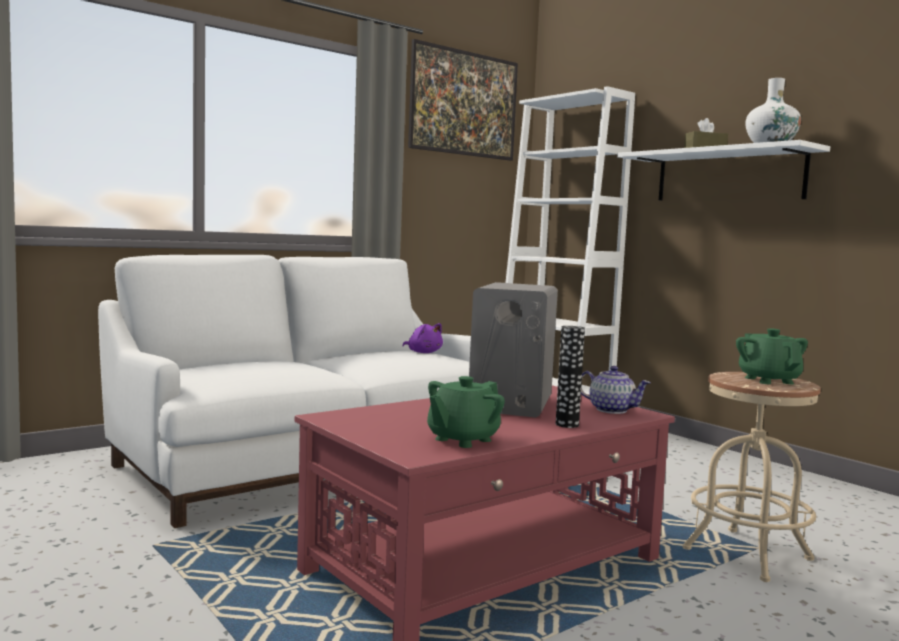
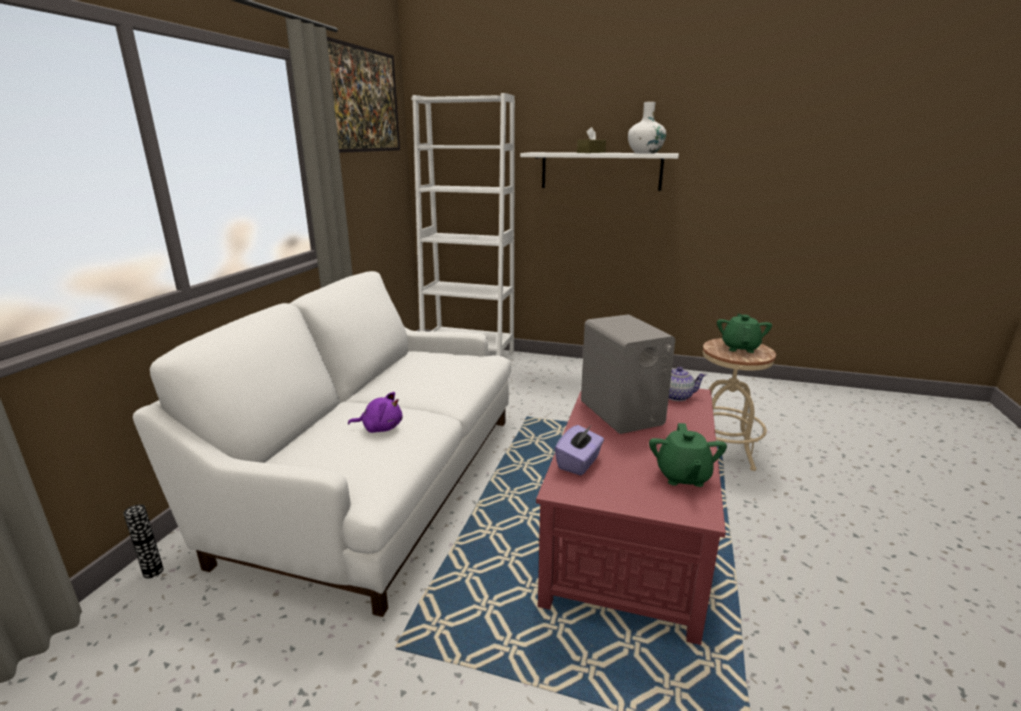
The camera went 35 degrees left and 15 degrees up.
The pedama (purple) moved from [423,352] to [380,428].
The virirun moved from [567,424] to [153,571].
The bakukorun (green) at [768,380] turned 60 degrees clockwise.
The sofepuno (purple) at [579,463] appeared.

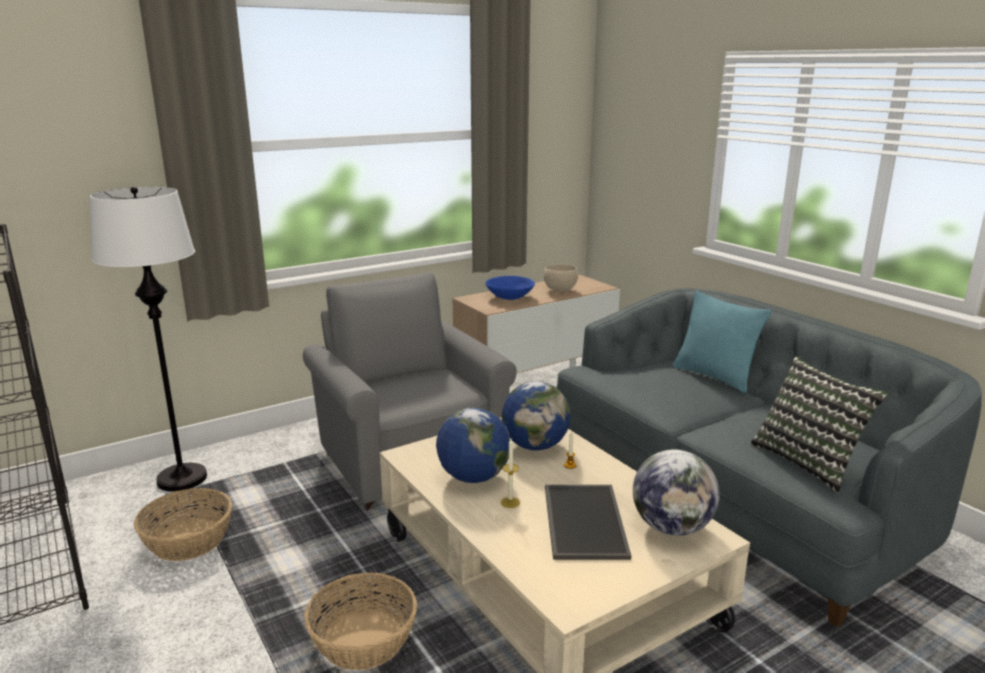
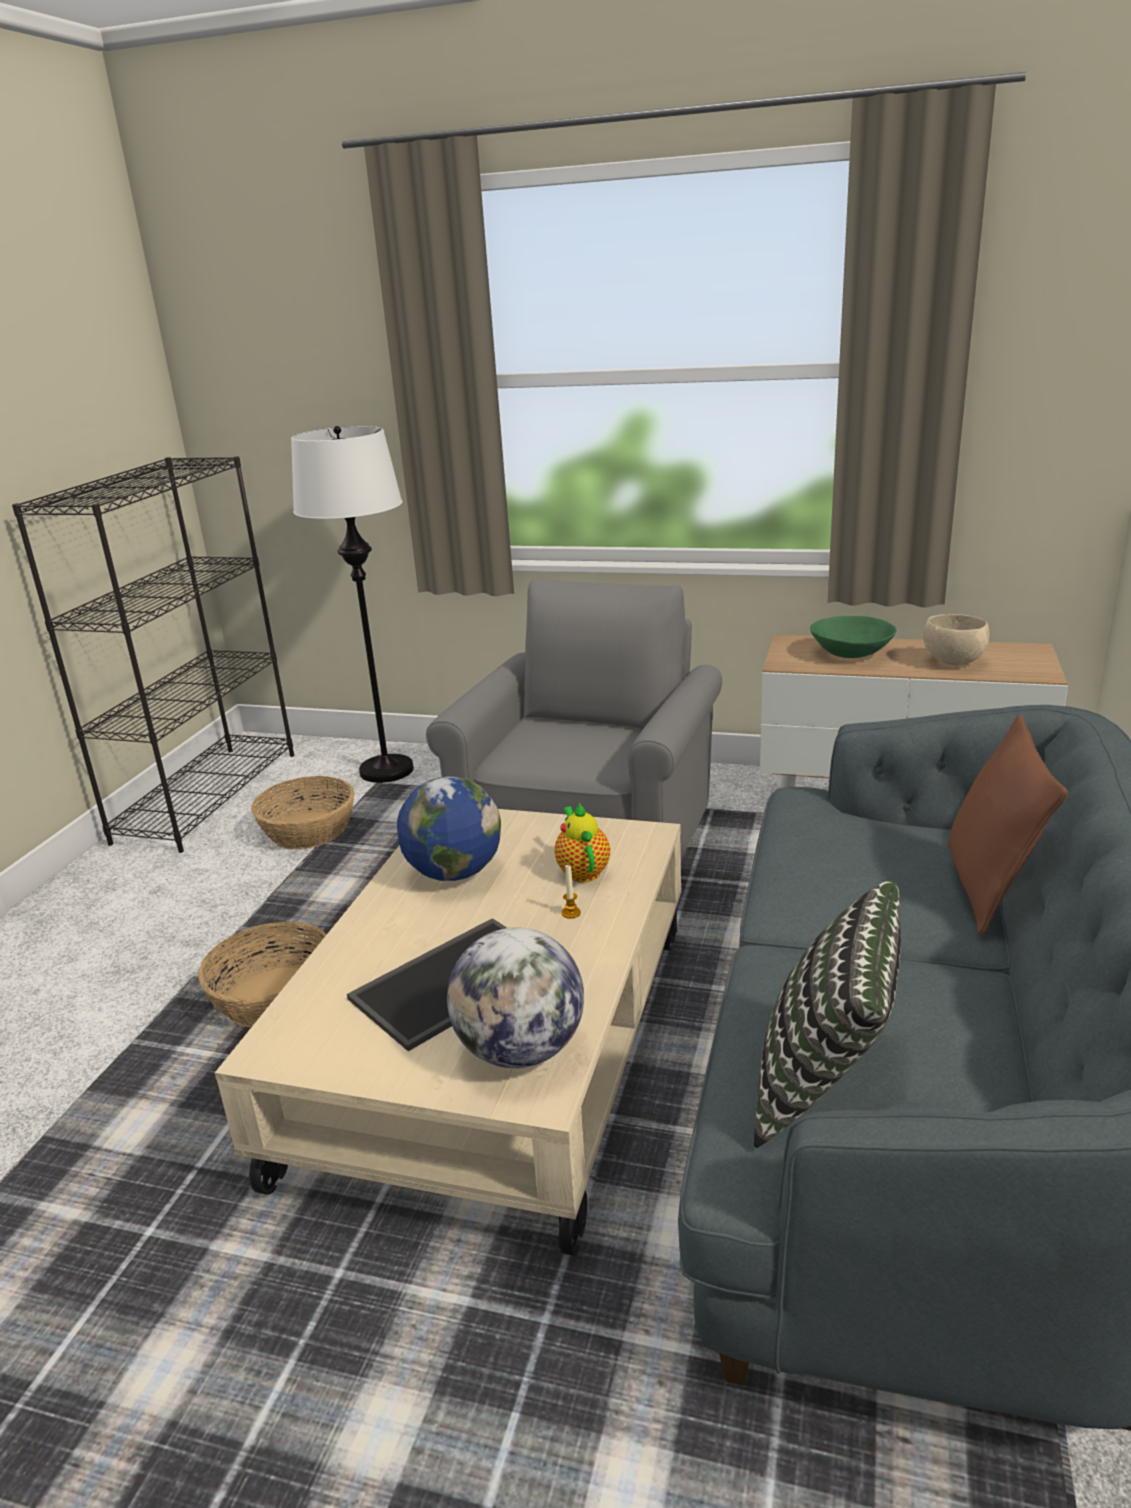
The camera went 50 degrees right and 5 degrees up.
The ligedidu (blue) at [510,297] became the ligedidu (green) at [851,653].
The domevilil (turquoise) at [714,376] became the domevilil (brown) at [988,888].
The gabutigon at [535,446] was replaced by the bakukorun at [582,871].
The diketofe at [510,502] disappeared.

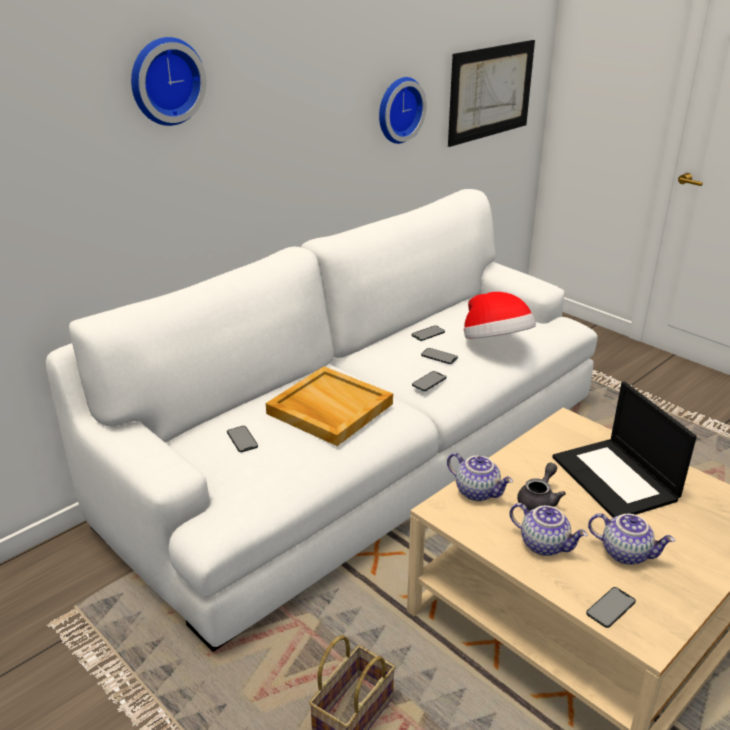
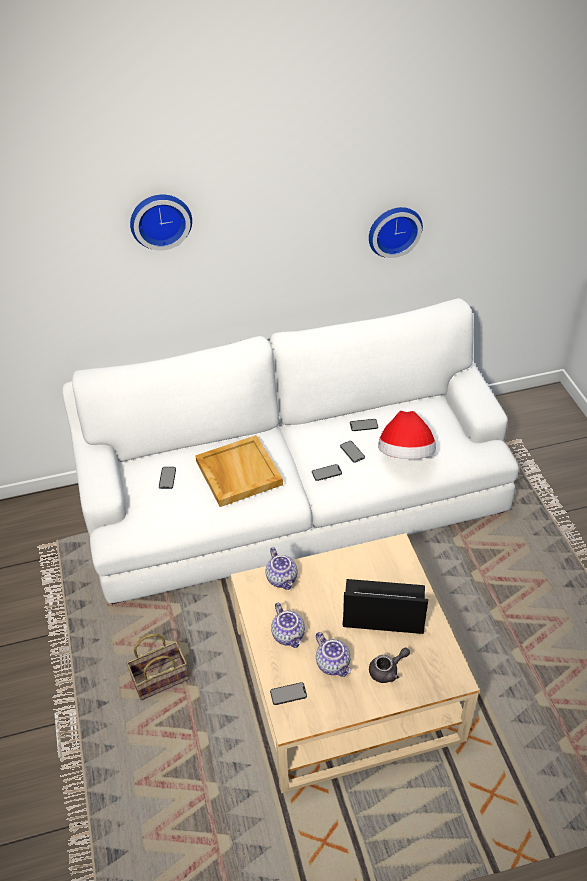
The camera went 30 degrees right and 15 degrees up.
The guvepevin at [491,92] disappeared.
The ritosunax at [616,479] turned 90 degrees clockwise.
The bakukorun (grey) moved from [539,500] to [387,670].

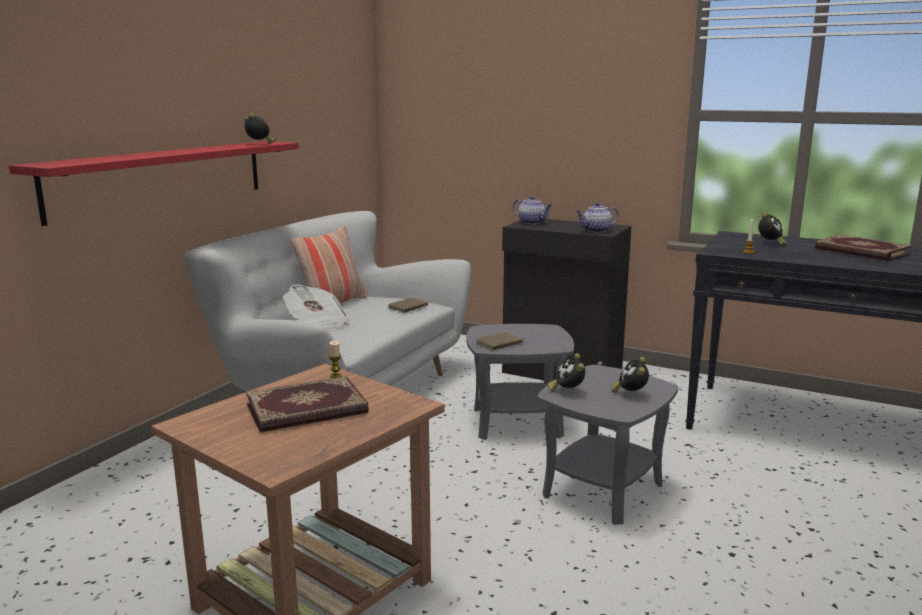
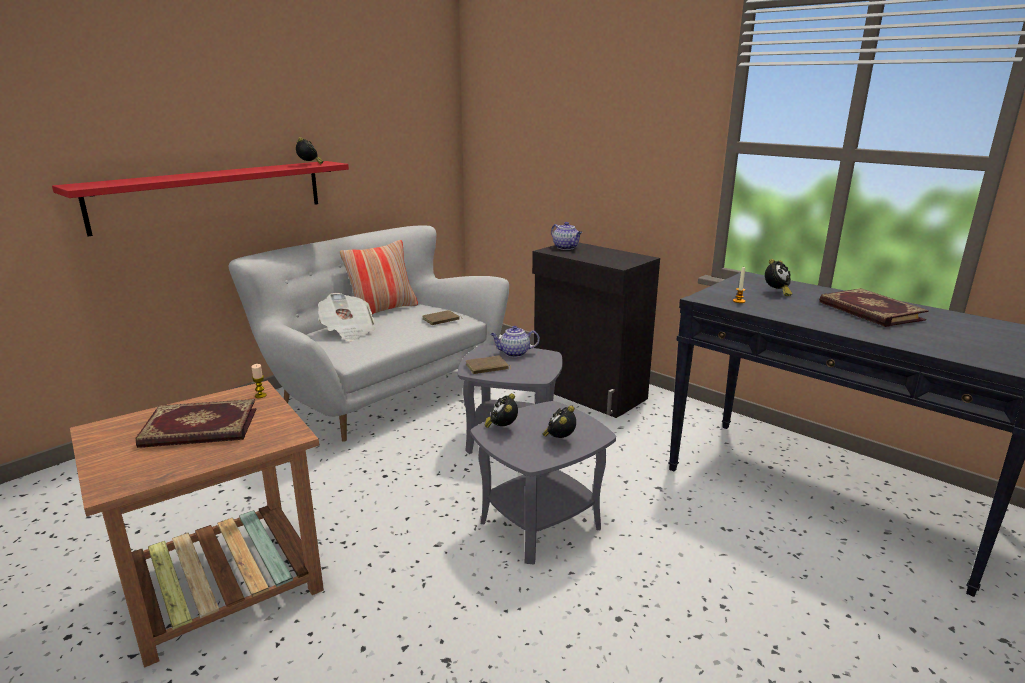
The camera went 15 degrees right and 5 degrees up.
The bakukorun moved from [596,230] to [514,353].

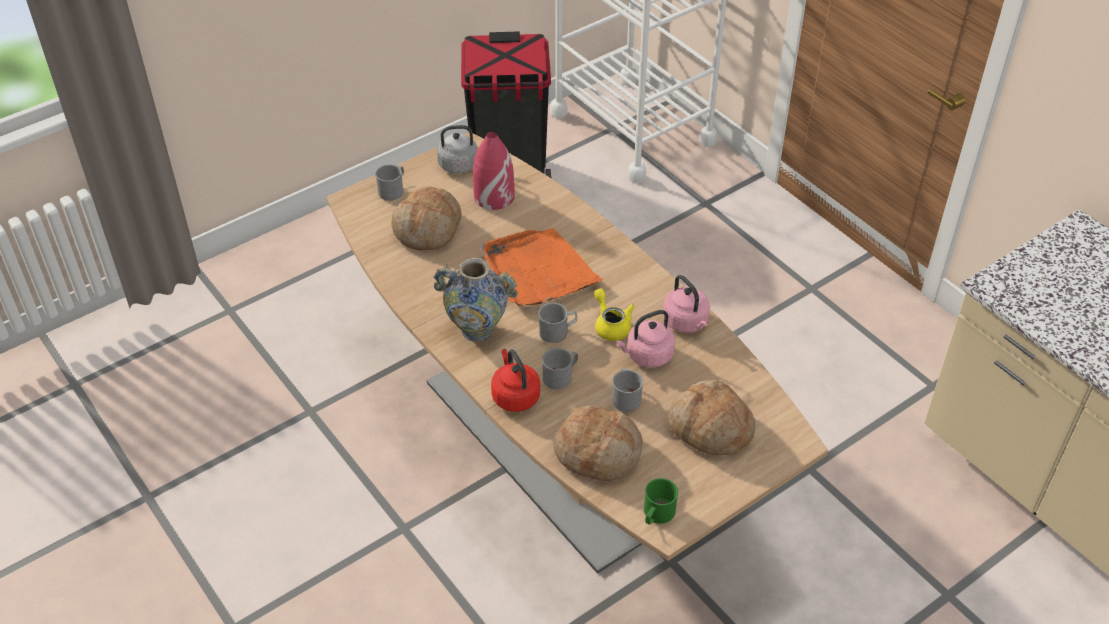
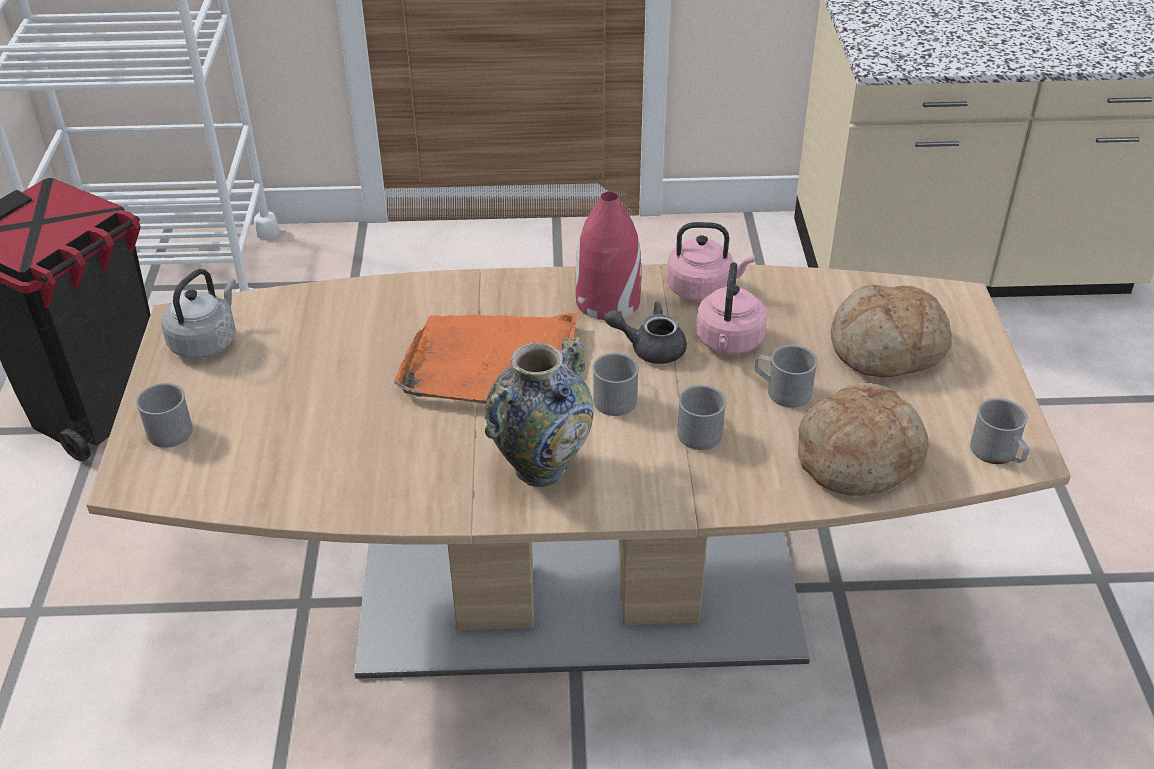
The camera went 55 degrees left and 5 degrees down.
The virirun (red) moved from [493,196] to [607,301].
The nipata at [428,229] disappeared.
The bakukorun (yellow) at [611,325] became the bakukorun (grey) at [650,348].
The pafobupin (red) at [514,395] disappeared.
The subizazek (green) at [657,515] became the subizazek (grey) at [998,454].

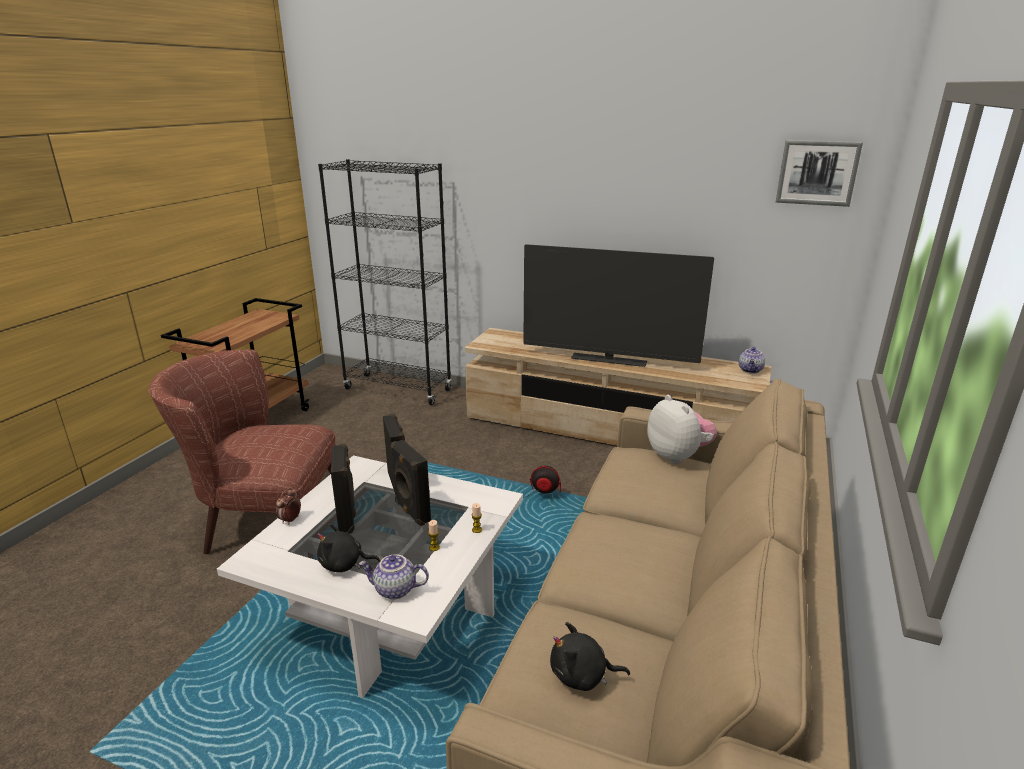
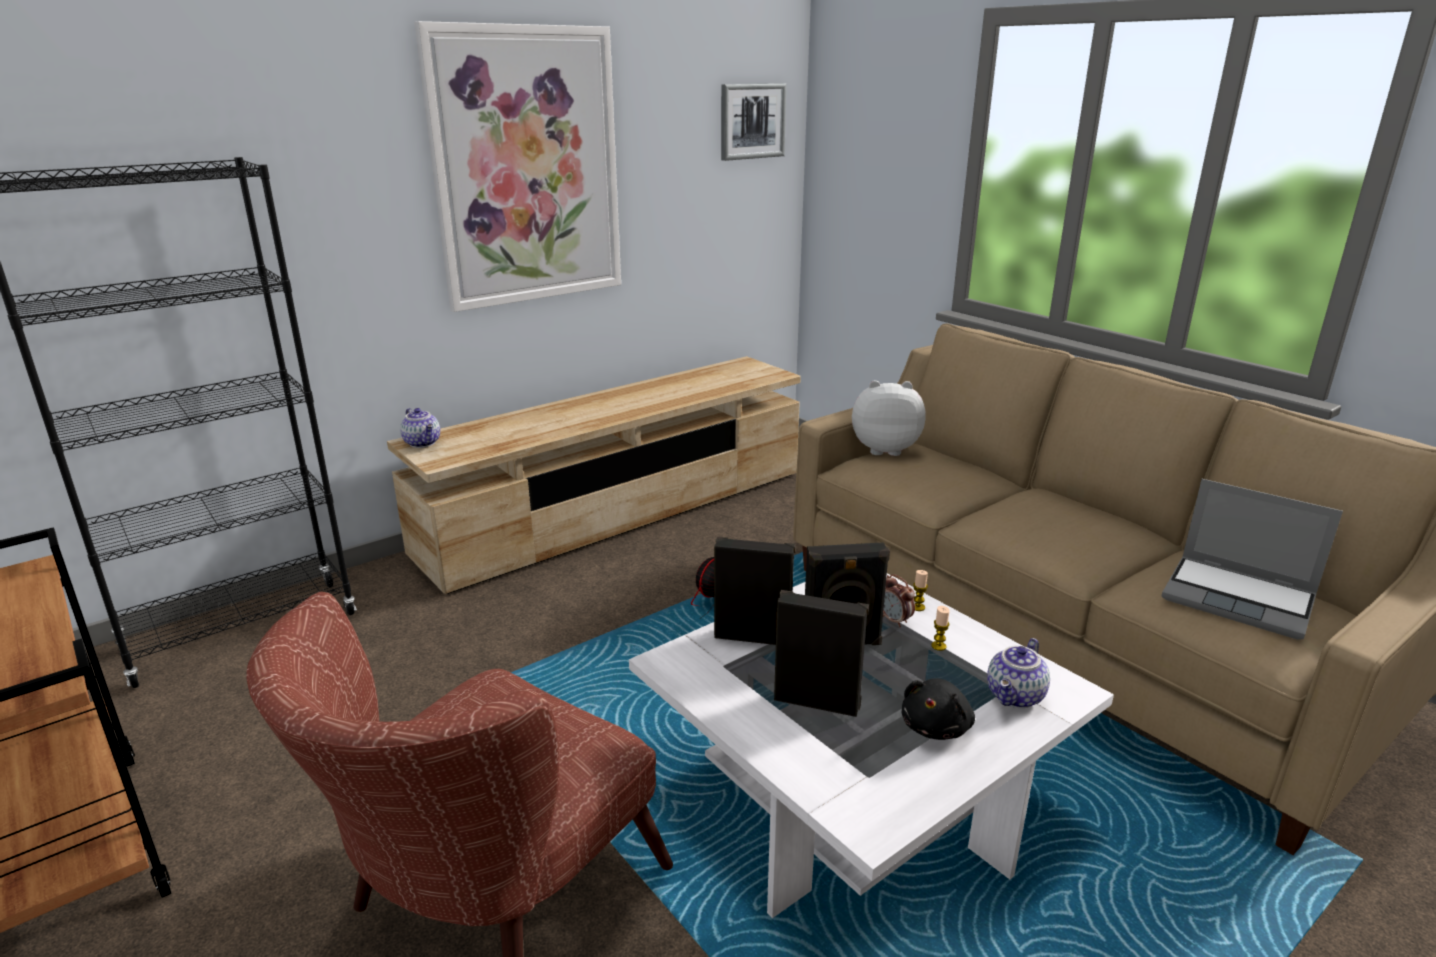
The camera went 60 degrees left and 0 degrees up.
The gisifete at [608,360] disappeared.
The bakukorun moved from [751,370] to [423,443].
The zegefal moved from [290,520] to [895,621].
The pedama (black) at [582,676] was replaced by the ritosunax at [1240,599].
The guvepevin at [527,168] appeared.

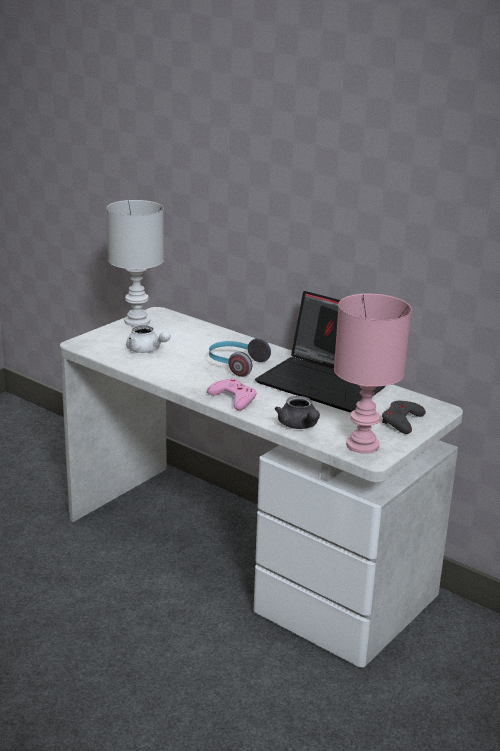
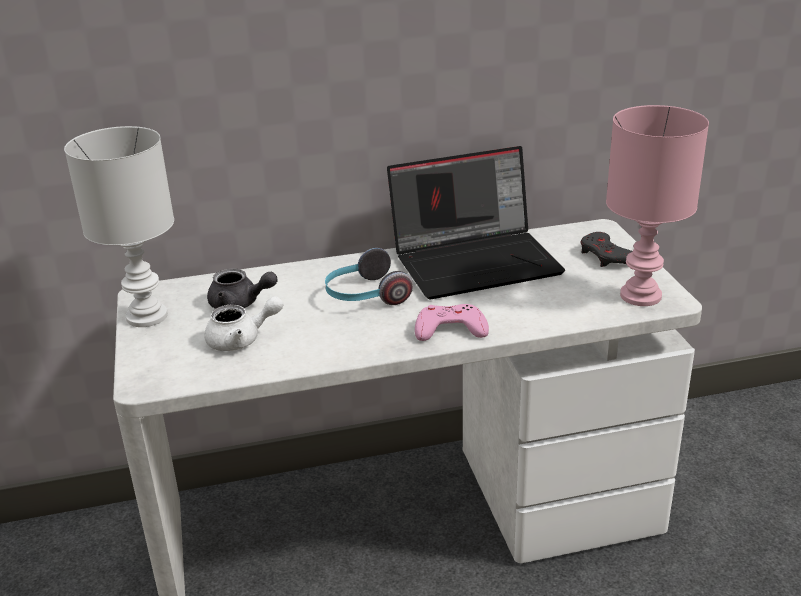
The camera went 50 degrees left and 5 degrees up.
The bakukorun (grey) moved from [299,426] to [240,304].

